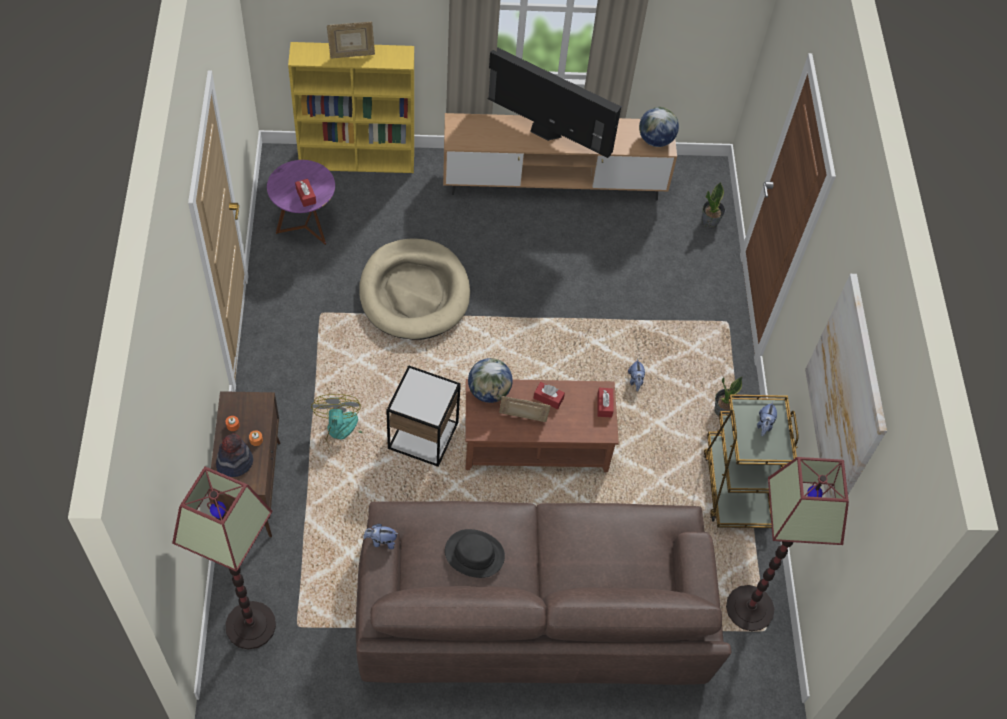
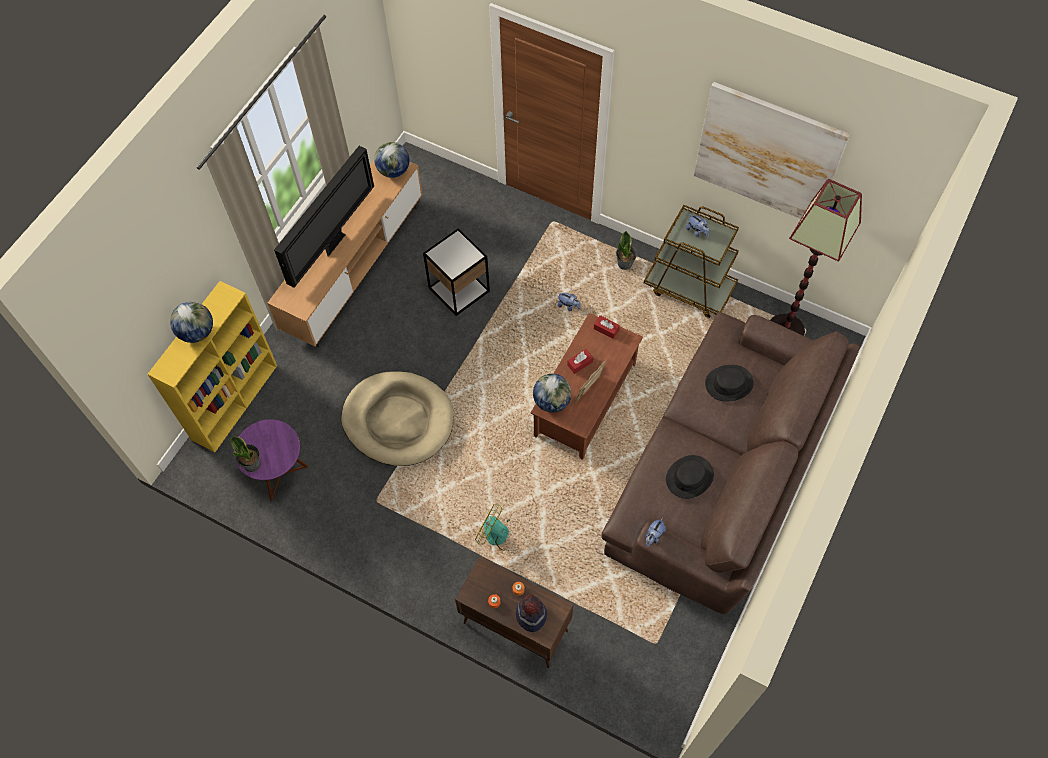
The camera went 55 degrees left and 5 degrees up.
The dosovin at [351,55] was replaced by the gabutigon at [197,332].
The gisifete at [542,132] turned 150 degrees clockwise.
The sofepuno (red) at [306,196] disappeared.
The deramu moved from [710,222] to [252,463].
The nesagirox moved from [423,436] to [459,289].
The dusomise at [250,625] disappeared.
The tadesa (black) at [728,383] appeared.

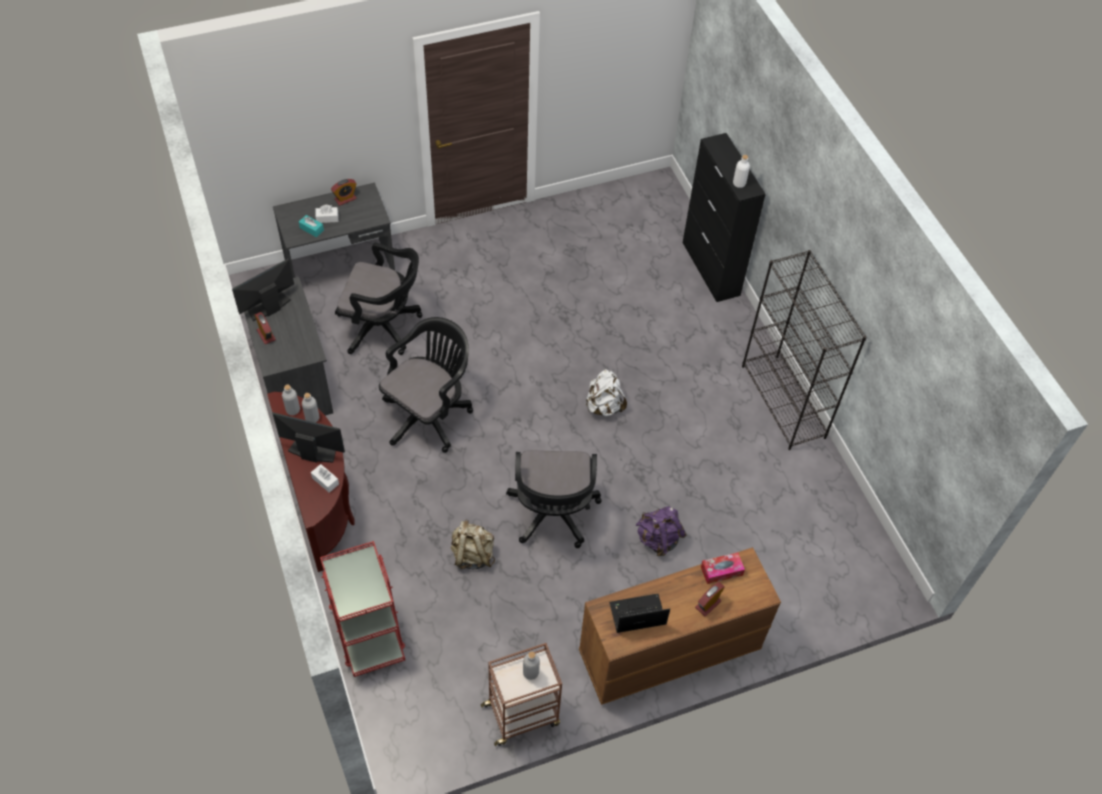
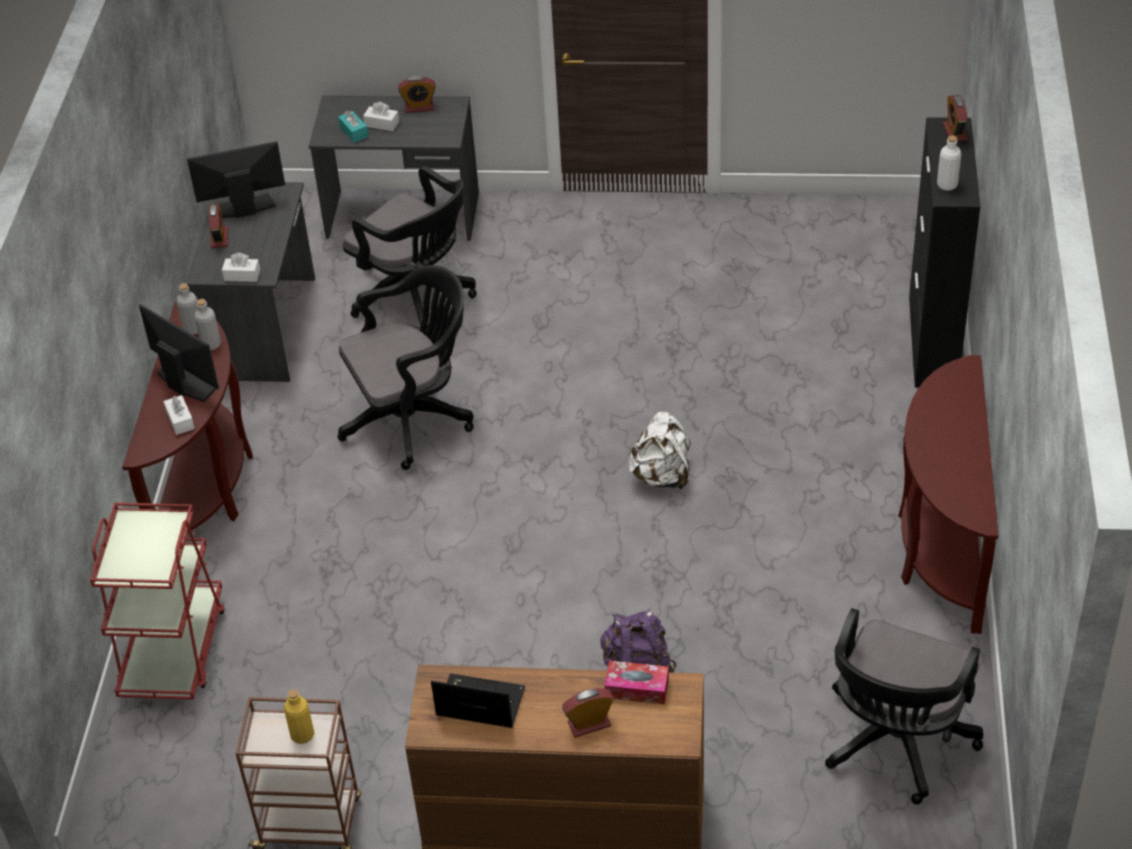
The camera went 30 degrees right and 10 degrees down.
The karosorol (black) at [783,402] was replaced by the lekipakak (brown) at [940,547].
The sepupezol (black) moved from [553,515] to [895,745].
The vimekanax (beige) at [472,554] disappeared.
The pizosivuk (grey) at [530,672] became the pizosivuk (yellow) at [302,735].
The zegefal at [954,132] appeared.
The sofepuno (white) at [242,275] appeared.

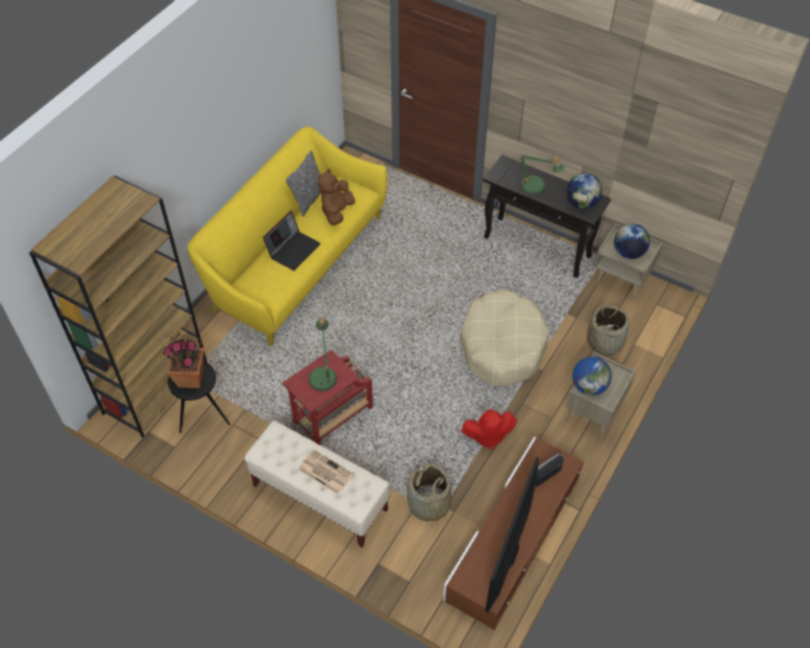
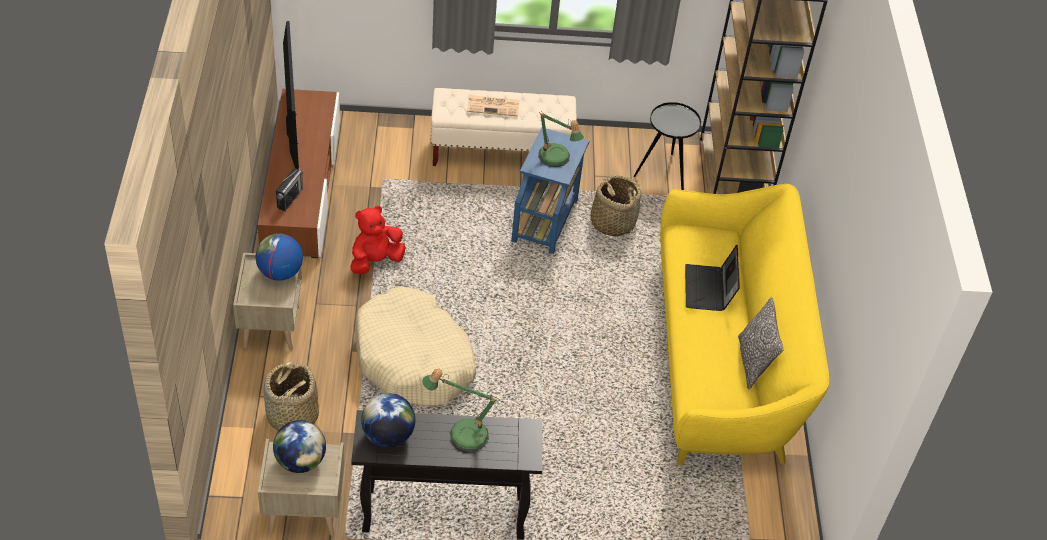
The camera went 145 degrees right and 5 degrees down.
The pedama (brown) at [337,211] disappeared.
The deramu at [191,378] disappeared.
The nesagirox (red) at [331,416] became the nesagirox (blue) at [545,219].
The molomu moved from [429,504] to [612,222].

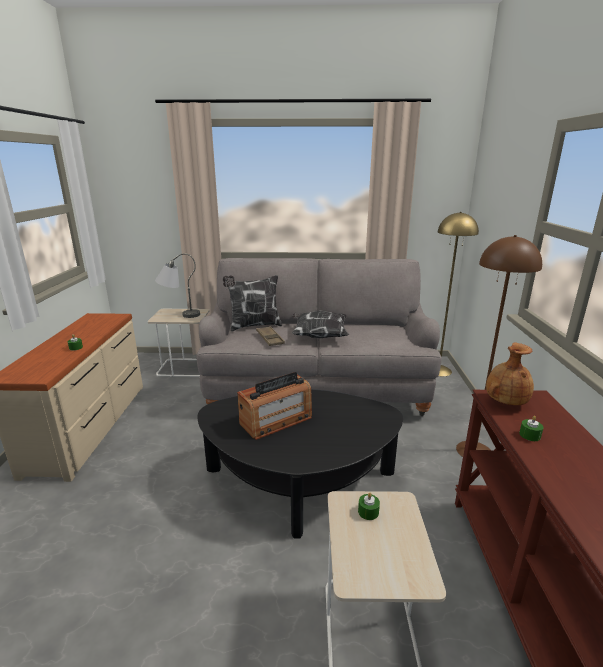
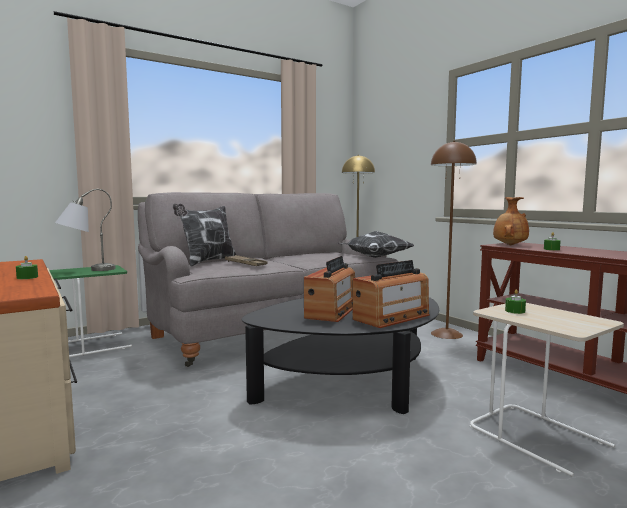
The camera went 35 degrees left and 15 degrees down.
The nesagirox (beige) at [186,368] became the nesagirox (green) at [92,346].
The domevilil moved from [319,336] to [374,257].
The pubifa at [391,317] appeared.

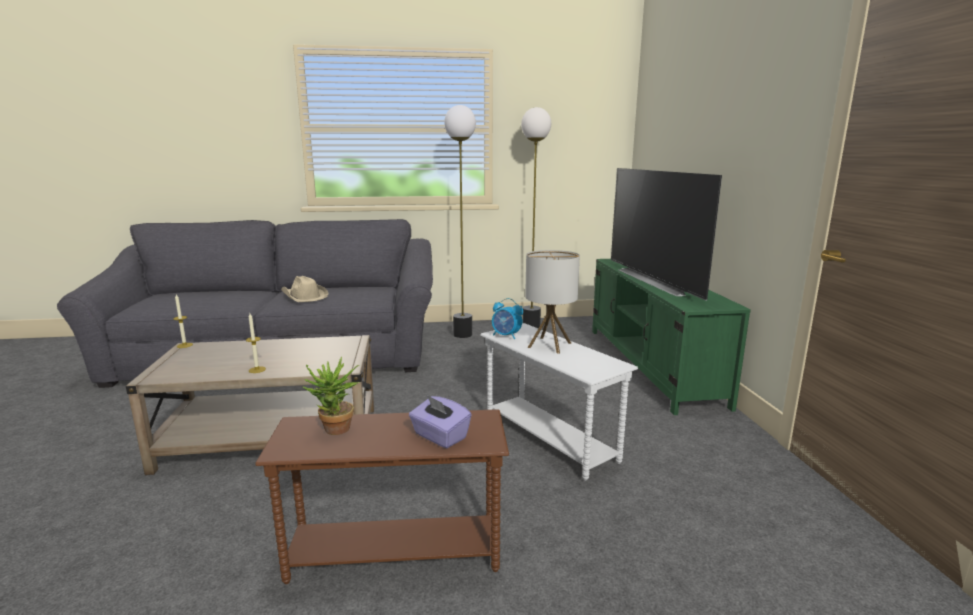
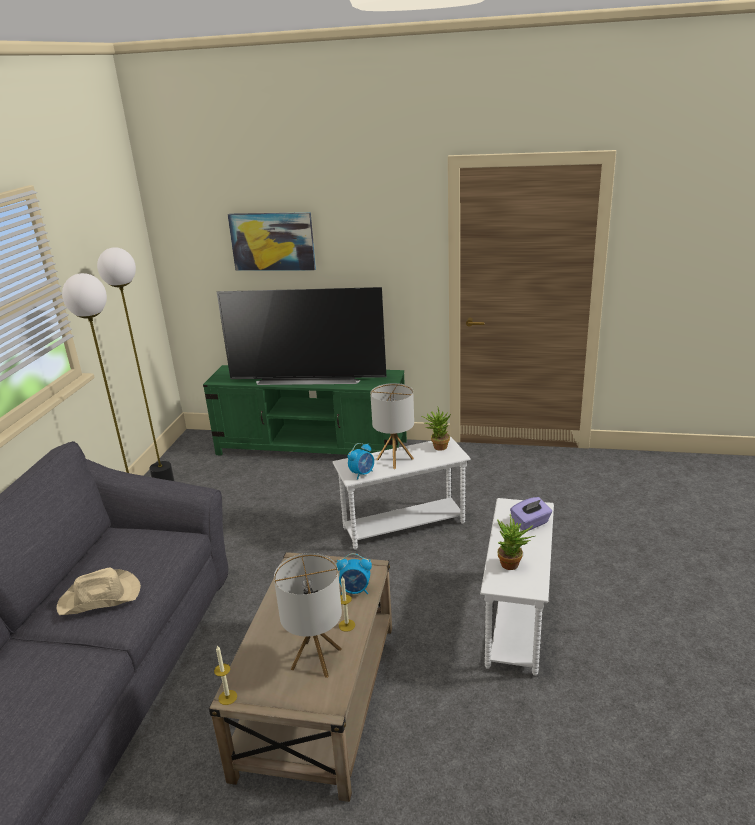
The camera went 70 degrees left and 10 degrees up.
The nesagirox (brown) at [395,554] became the nesagirox (white) at [517,619].
The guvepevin at [272,241] appeared.
The deramu at [437,447] appeared.
The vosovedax at [316,659] appeared.
The zegefal at [355,590] appeared.

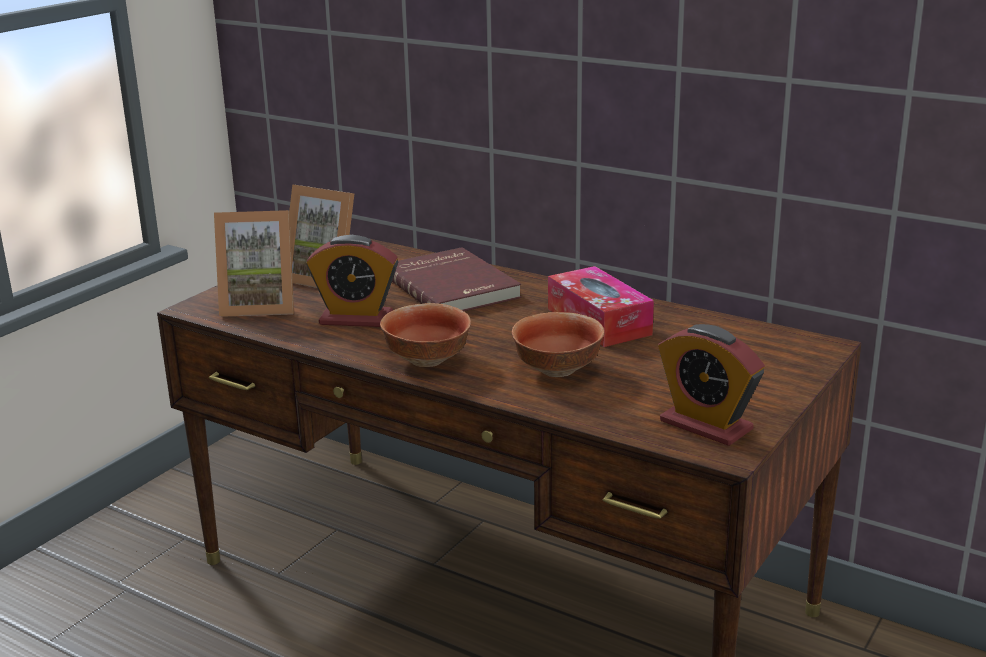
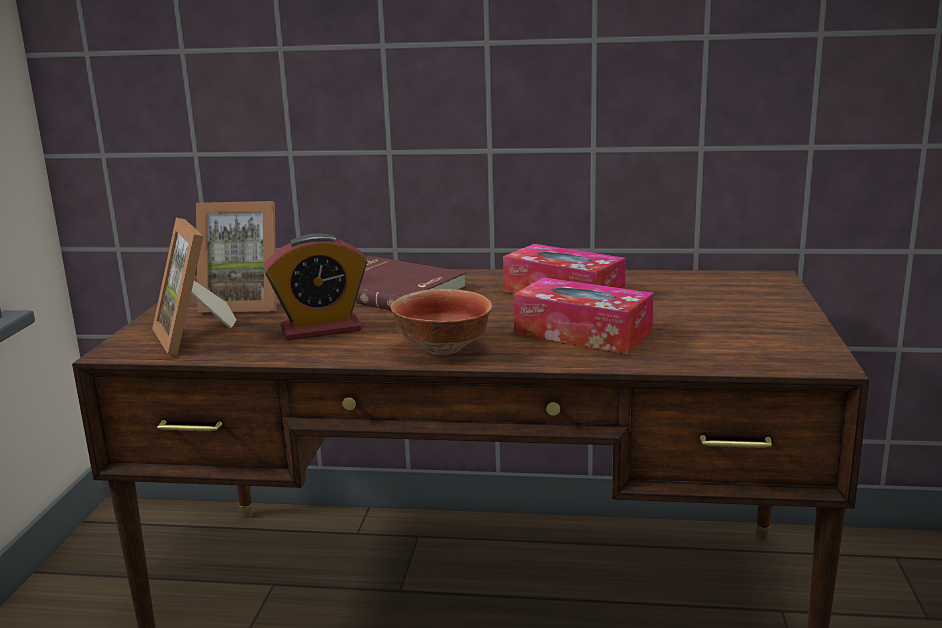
The camera went 25 degrees left and 5 degrees down.
The dosovin at [260,305] turned 90 degrees clockwise.
The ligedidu at [559,370] was replaced by the sofepuno at [582,333].
The zegefal at [706,425] disappeared.

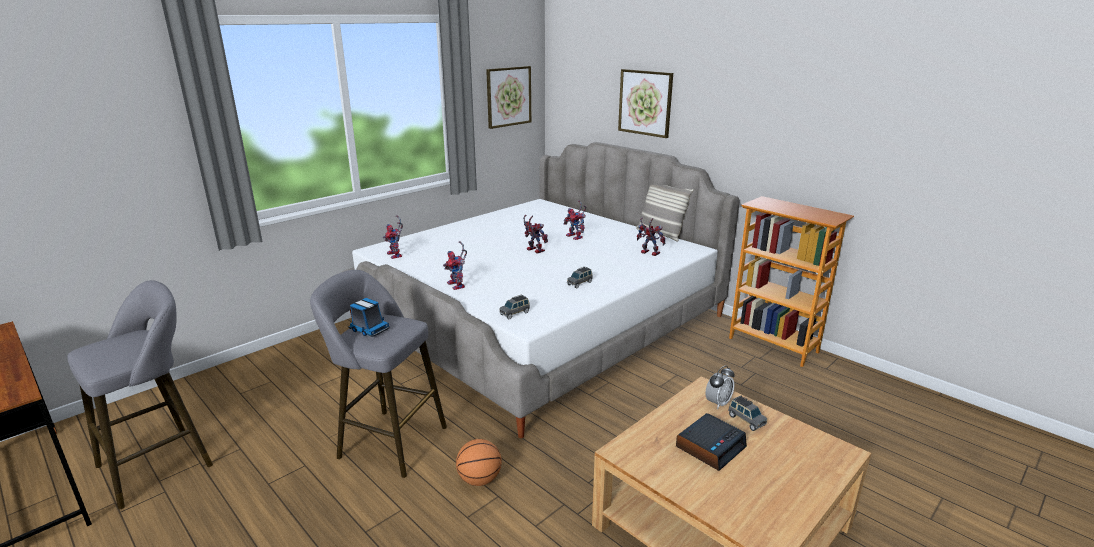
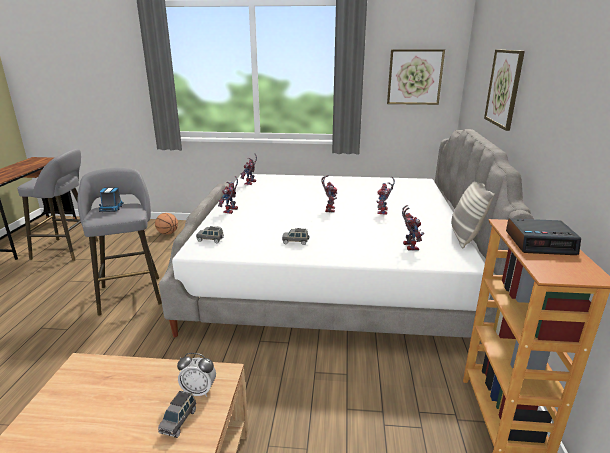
The camera went 50 degrees right and 0 degrees up.
The zegefal moved from [710,447] to [540,243].
The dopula moved from [479,479] to [167,233].

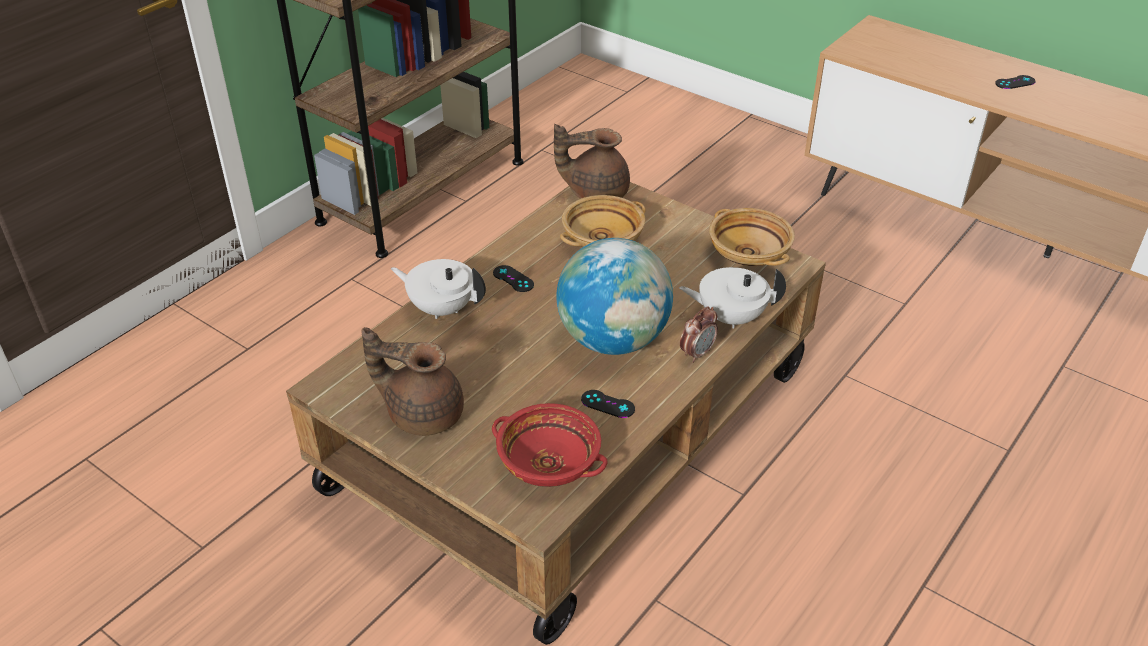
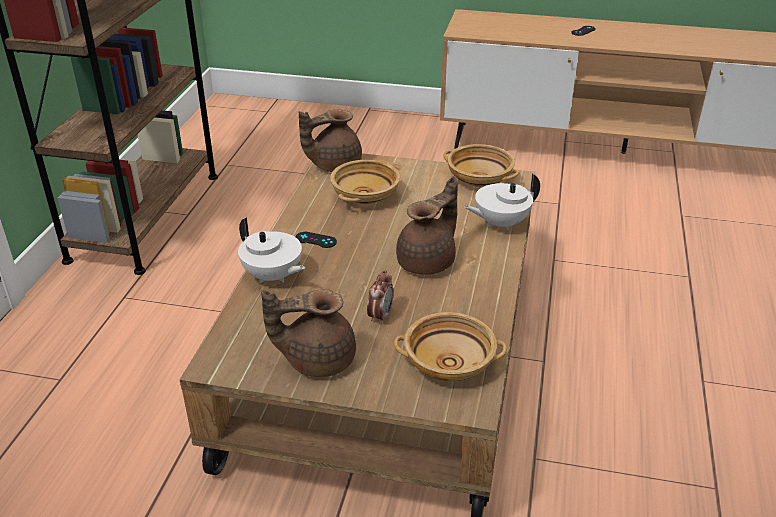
The camera went 25 degrees left and 5 degrees down.
The gabutigon at [613,340] was replaced by the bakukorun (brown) at [428,261].
The bakukorun (white) at [442,308] turned 135 degrees counterclockwise.
The zegefal moved from [697,353] to [380,316].
The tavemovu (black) at [608,404] disappeared.
The ligedidu (red) at [550,463] became the ligedidu (beige) at [449,363].

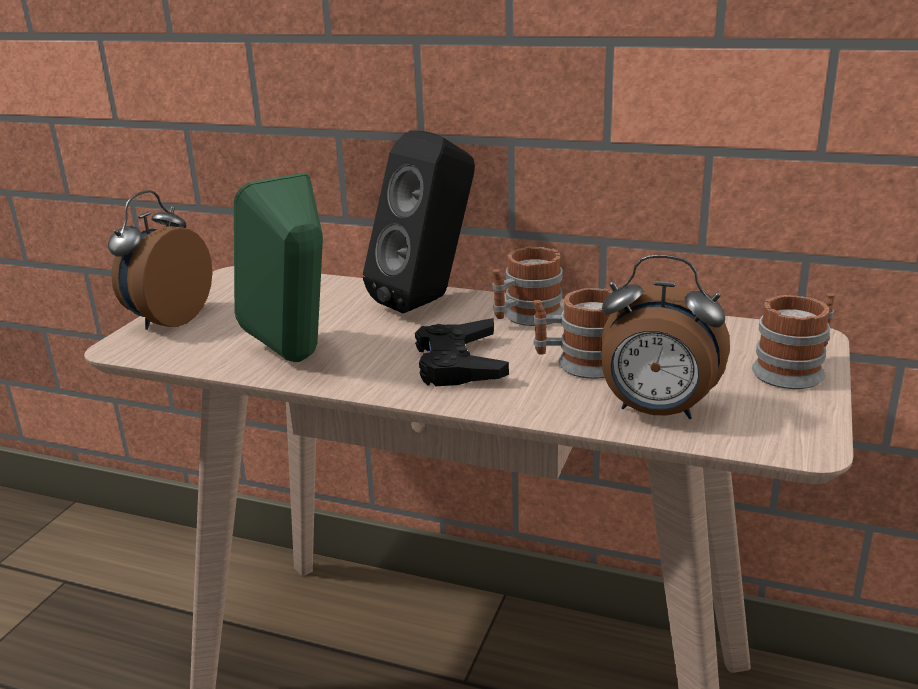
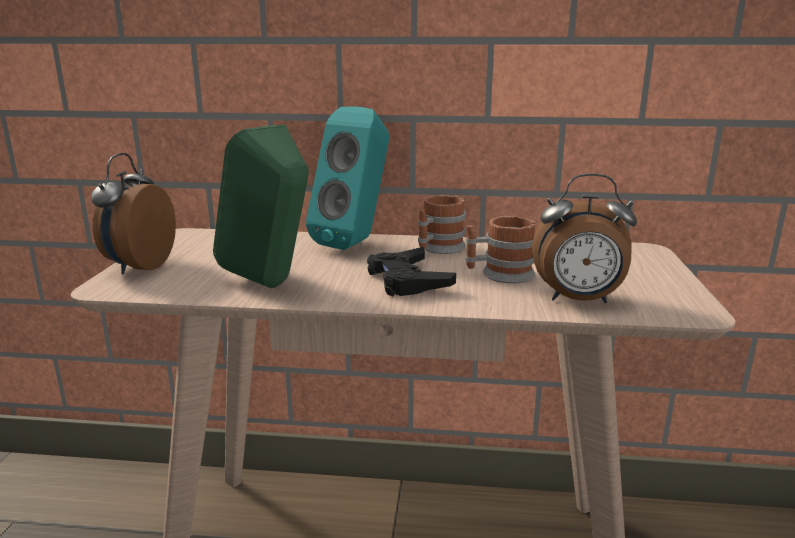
The camera went 15 degrees left and 5 degrees down.
The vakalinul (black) at [429,301] became the vakalinul (turquoise) at [356,243].
The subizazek at [795,370] disappeared.

